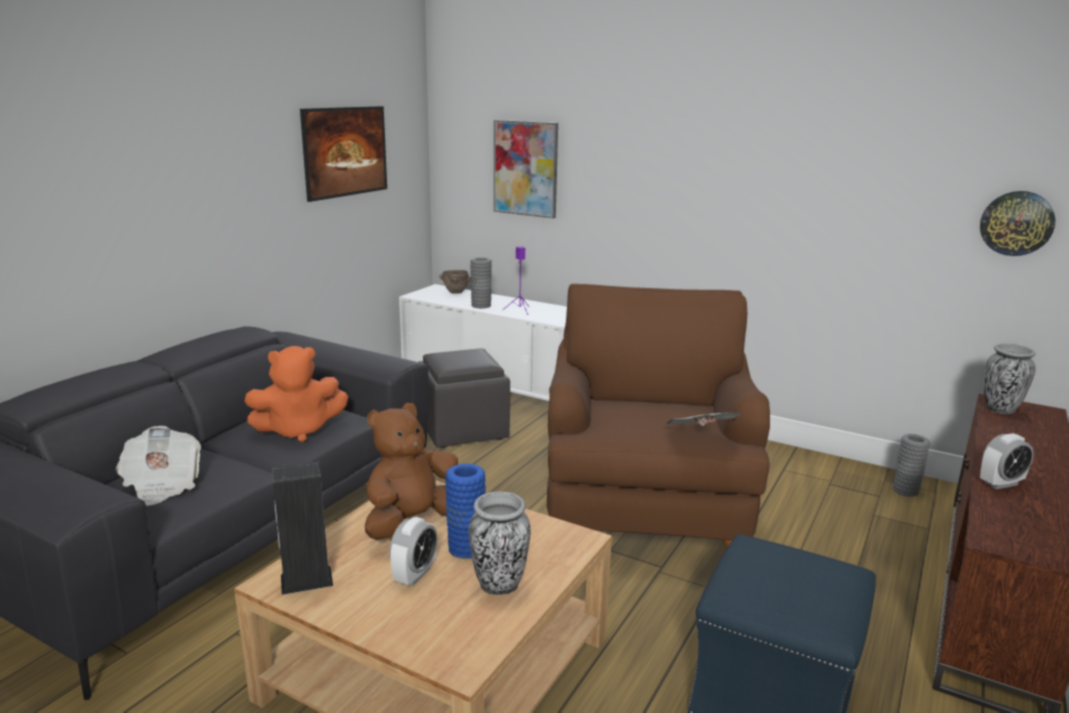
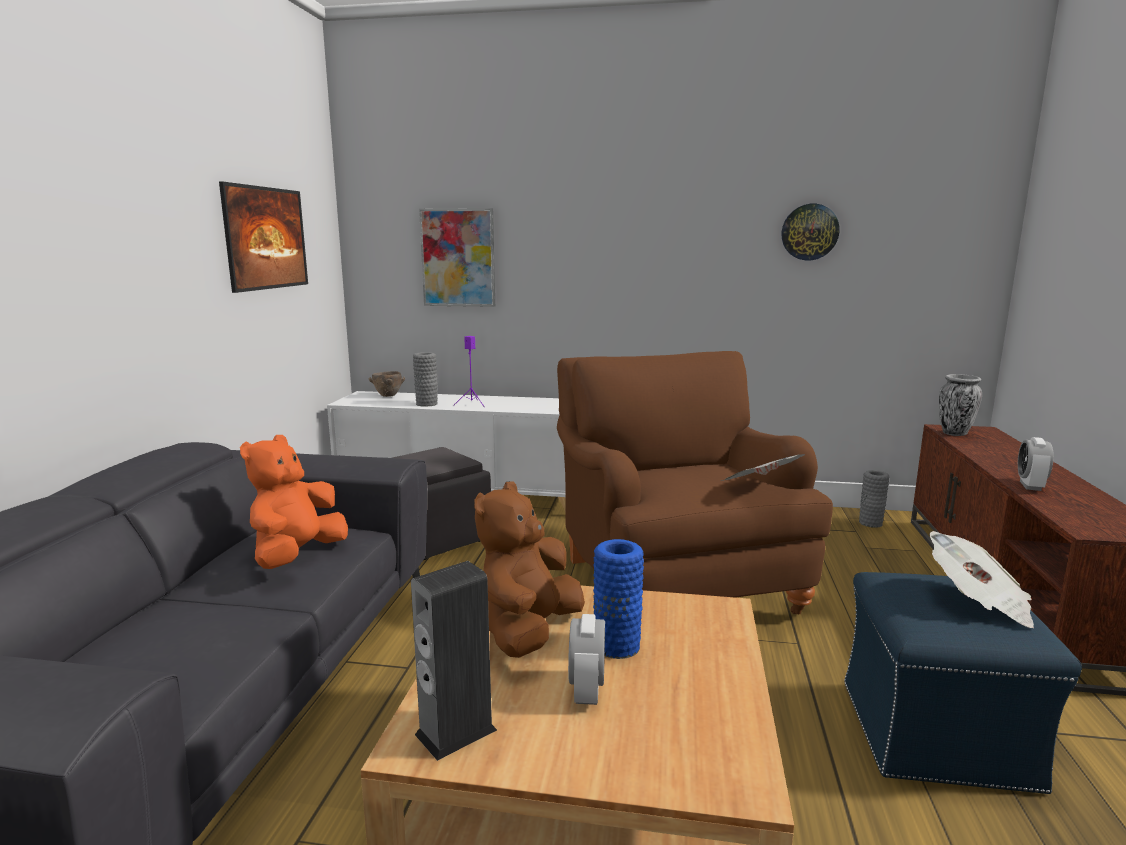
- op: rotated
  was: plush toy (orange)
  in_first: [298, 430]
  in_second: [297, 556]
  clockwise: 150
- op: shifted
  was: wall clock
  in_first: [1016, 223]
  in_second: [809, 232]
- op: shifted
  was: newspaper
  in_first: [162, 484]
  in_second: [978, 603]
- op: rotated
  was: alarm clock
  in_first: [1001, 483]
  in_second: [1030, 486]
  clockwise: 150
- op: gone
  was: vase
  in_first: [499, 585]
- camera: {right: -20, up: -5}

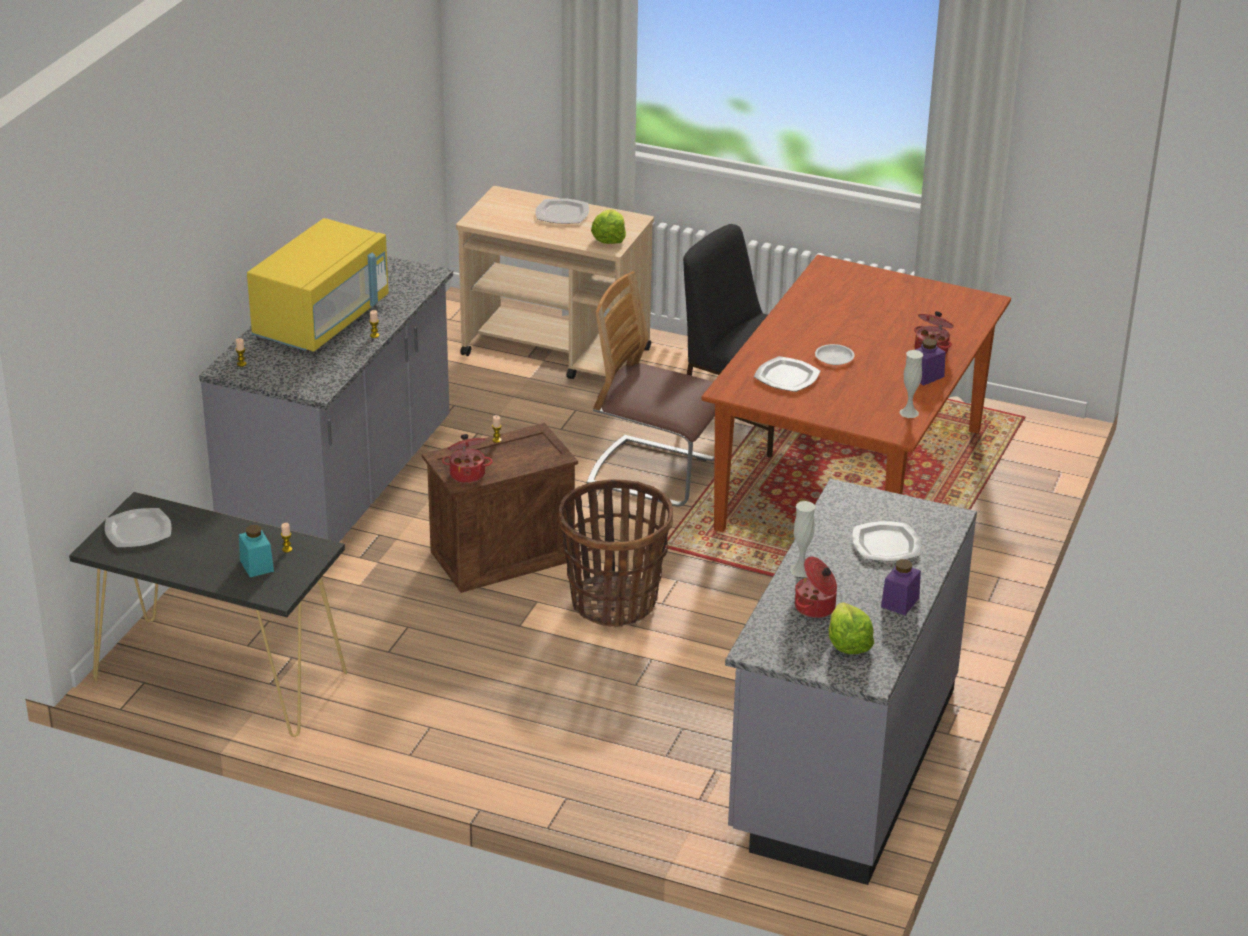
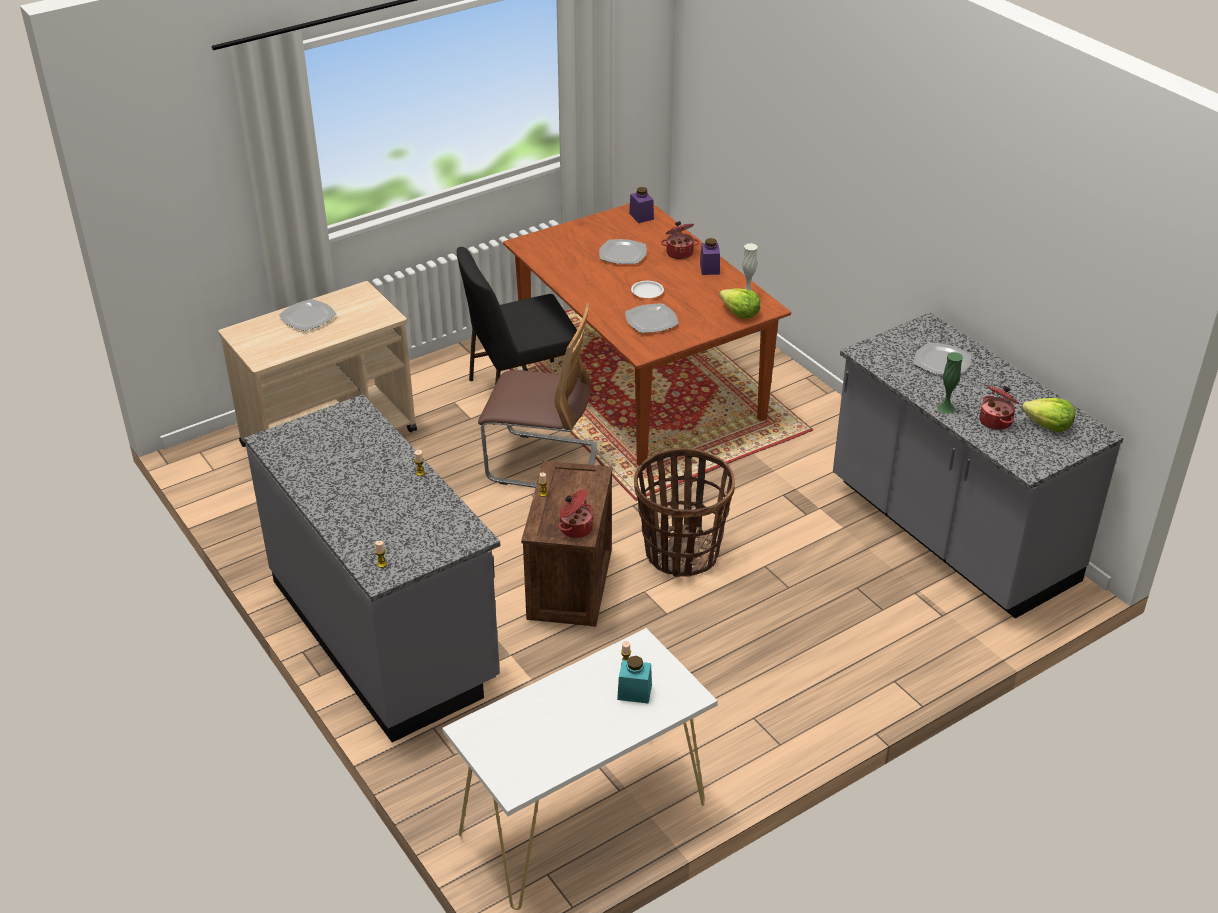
- op: repainted
  was: console table (black)
  now: console table (white)
  in_first: [219, 676]
  in_second: [582, 819]
- op: rotated
  was: chair
  in_first: [654, 473]
  in_second: [542, 463]
  clockwise: -135
- op: shifted
  was: plate
  in_first: [138, 531]
  in_second: [623, 254]
- op: shifted
  was: jar (purple)
  in_first: [900, 602]
  in_second: [641, 216]
- op: shifted
  was: lettuce
  in_first: [608, 238]
  in_second: [739, 313]
- op: repainted
  was: vase (white)
  now: vase (green)
  in_first: [801, 570]
  in_second: [946, 408]
- op: gone
  was: microwave (yellow)
  in_first: [322, 320]
- camera: {right: -55, up: 5}

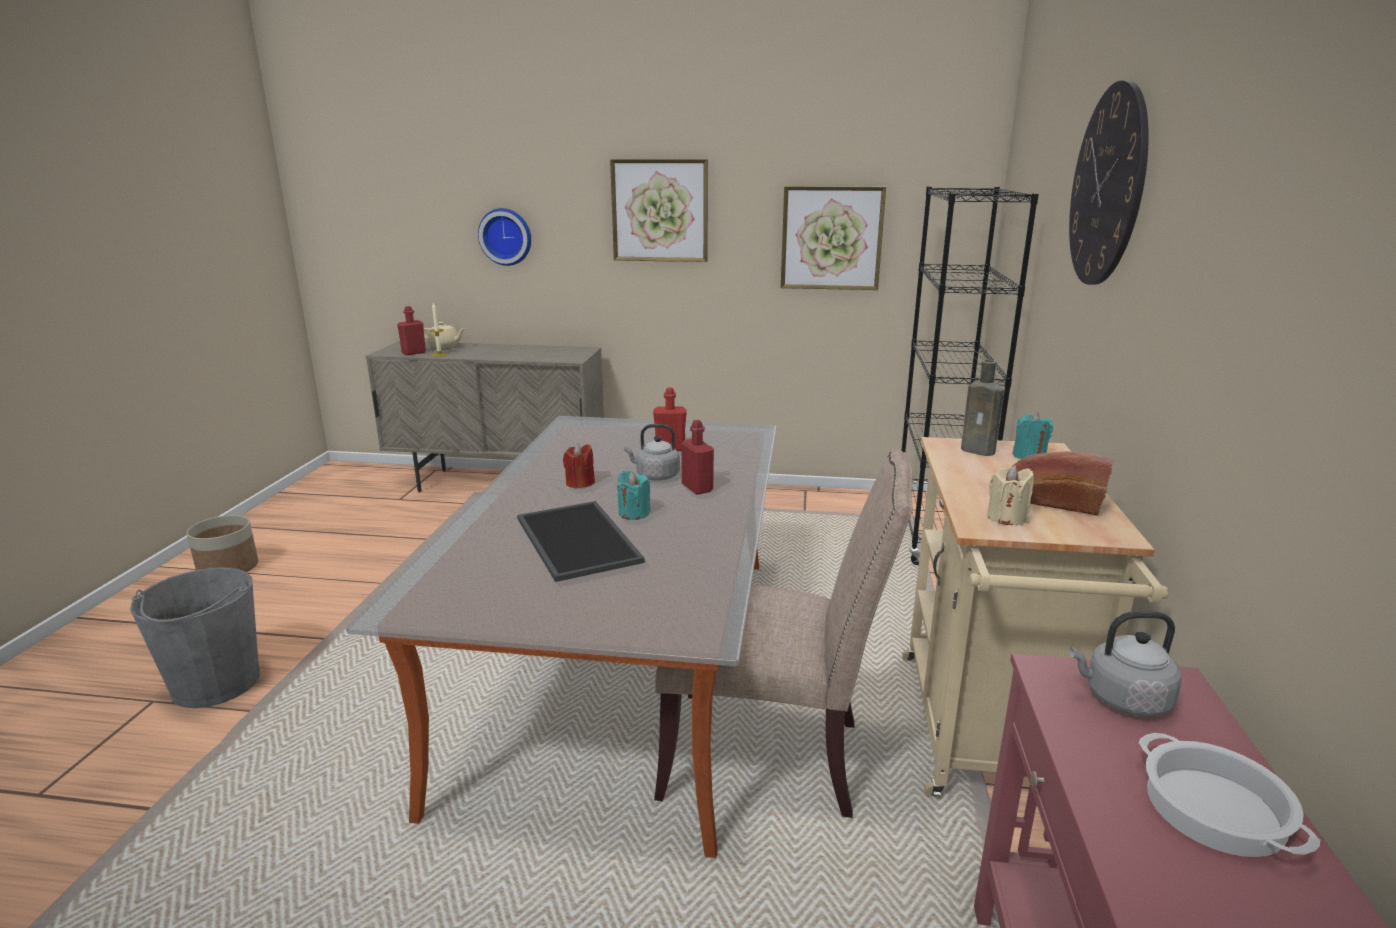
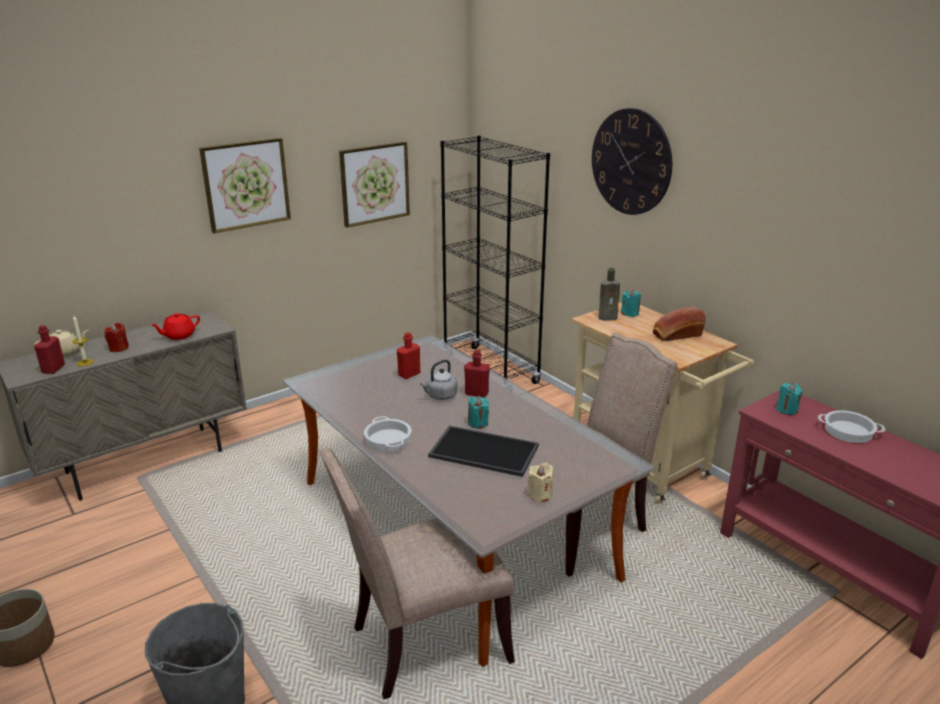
- op: shifted
  was: candle (red)
  in_first: [580, 483]
  in_second: [118, 348]
- op: new
  now: teapot (red)
  in_second: [178, 335]
- op: new
  now: chair (beige)
  in_second: [423, 644]
- op: new
  now: cooking pot
  in_second: [388, 439]
- op: shifted
  was: candle (beige)
  in_first: [1006, 518]
  in_second: [540, 495]
- op: swapped
  was: kettle (grey)
  now: candle (turquoise)
  in_first: [1122, 699]
  in_second: [786, 409]
- op: gone
  was: wall clock
  in_first: [506, 236]
- camera: {right: -45, up: 5}

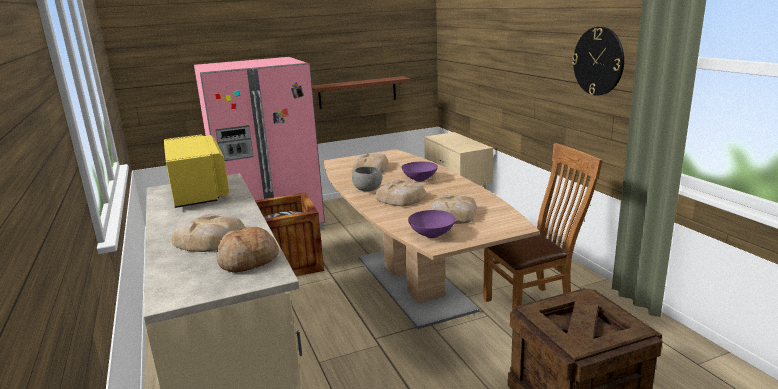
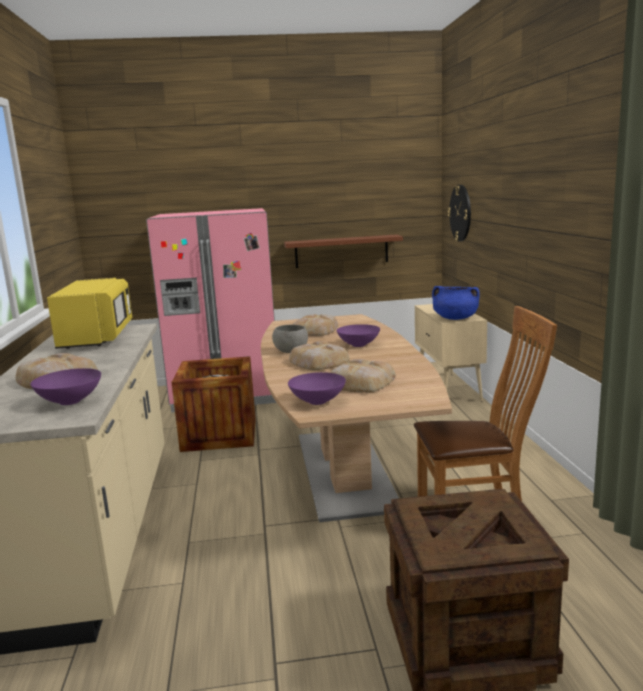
- op: swapped
  was: bread
  now: bowl (purple)
  in_first: [248, 261]
  in_second: [69, 402]
- op: new
  now: cooking pot (blue)
  in_second: [455, 318]
- op: shifted
  was: wall clock
  in_first: [598, 61]
  in_second: [460, 213]
- camera: {right: 15, up: -5}

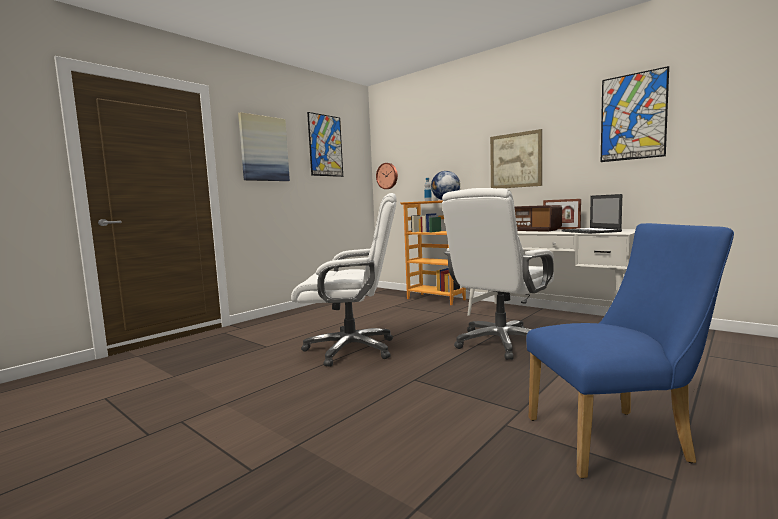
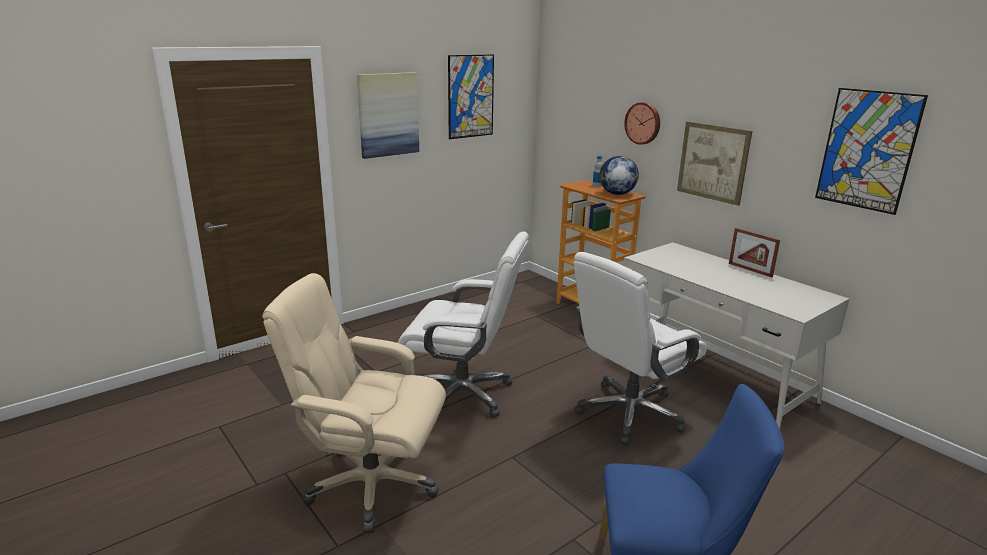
- op: new
  now: office chair (beige)
  in_second: [370, 484]
- op: shifted
  was: wall clock
  in_first: [387, 176]
  in_second: [643, 123]
- op: gone
  was: radio
  in_first: [535, 230]
- op: gone
  was: laptop
  in_first: [591, 231]
- camera: {right: 10, up: 15}

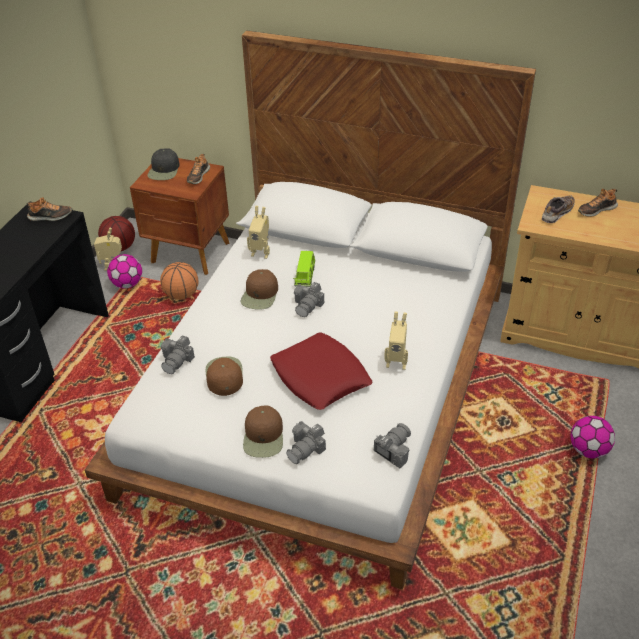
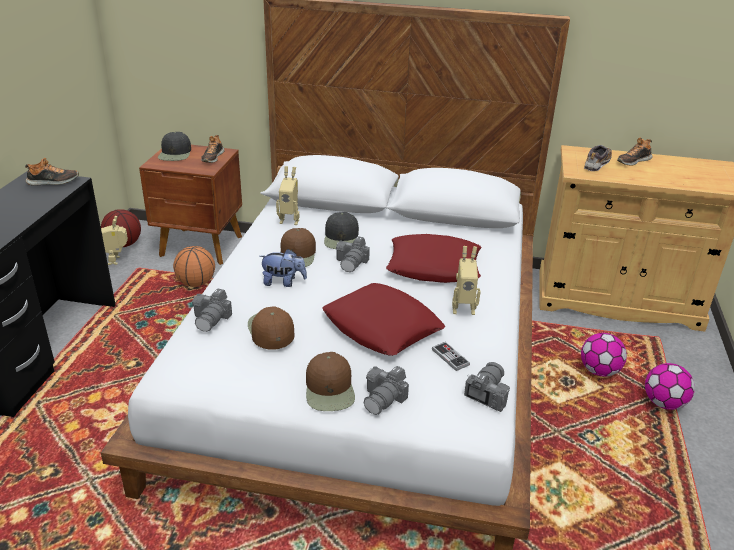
- op: new
  now: plush toy
  in_second: [283, 282]
- op: swapped
  was: toy car (green)
  now: cap (black)
  in_first: [305, 276]
  in_second: [342, 238]
- op: new
  now: pillow (red)
  in_second: [434, 266]
- op: new
  now: game controller
  in_second: [450, 357]
- op: shifted
  was: football
  in_first: [127, 284]
  in_second: [599, 371]
- camera: {right: -10, up: -10}

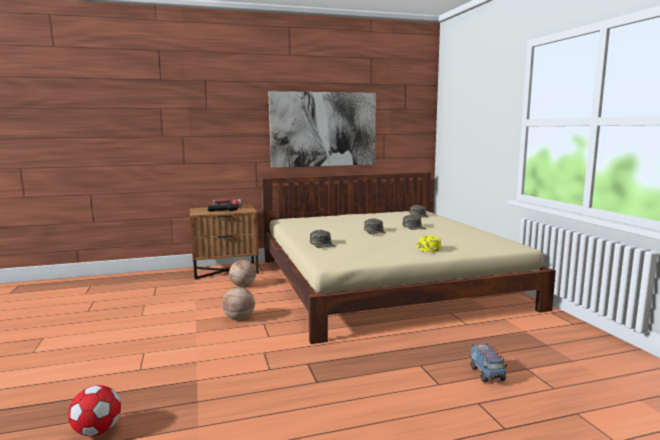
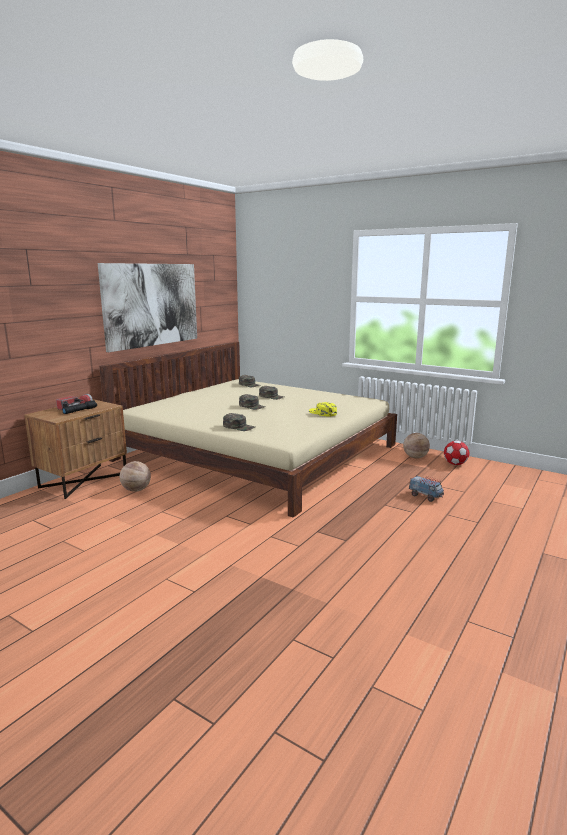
- op: shifted
  was: basketball
  in_first: [239, 318]
  in_second: [415, 457]
- op: shifted
  was: football
  in_first: [97, 431]
  in_second: [455, 464]
- camera: {right: -40, up: 5}

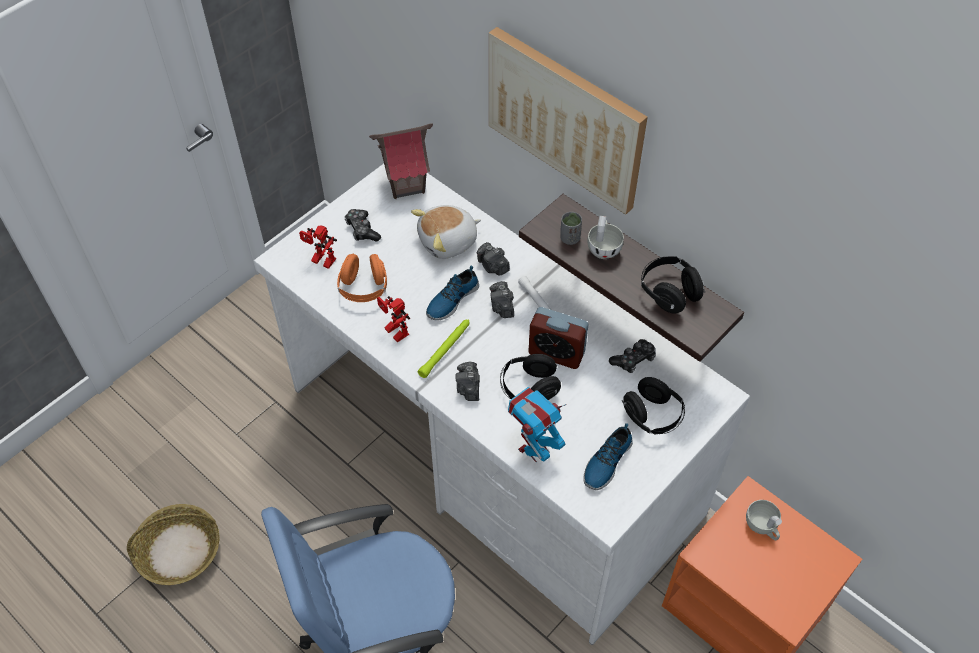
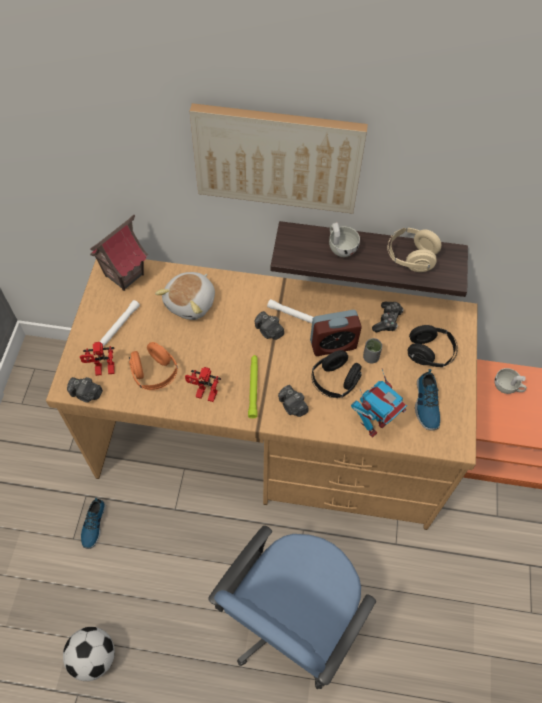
- op: repainted
  was: desk (white)
  now: desk (brown)
  in_first: [490, 453]
  in_second: [269, 440]
- op: swapped
  was: basket
  now: football
  in_first: [179, 551]
  in_second: [94, 657]
- op: shifted
  was: photo camera
  in_first: [492, 266]
  in_second: [86, 394]
- op: shifted
  was: shoe
  in_first: [451, 299]
  in_second: [93, 524]
- op: swapped
  was: game controller
  now: flashlight (white)
  in_first: [362, 230]
  in_second: [117, 328]
- op: rotated
  was: toy robot
  in_first: [534, 449]
  in_second: [373, 424]
  clockwise: -150
- op: shifted
  was: cup (grey)
  in_first: [570, 238]
  in_second: [370, 357]
- op: repainted
  was: headphones (black)
  now: headphones (beige)
  in_first: [669, 293]
  in_second: [410, 257]
- camera: {right: -35, up: 5}

